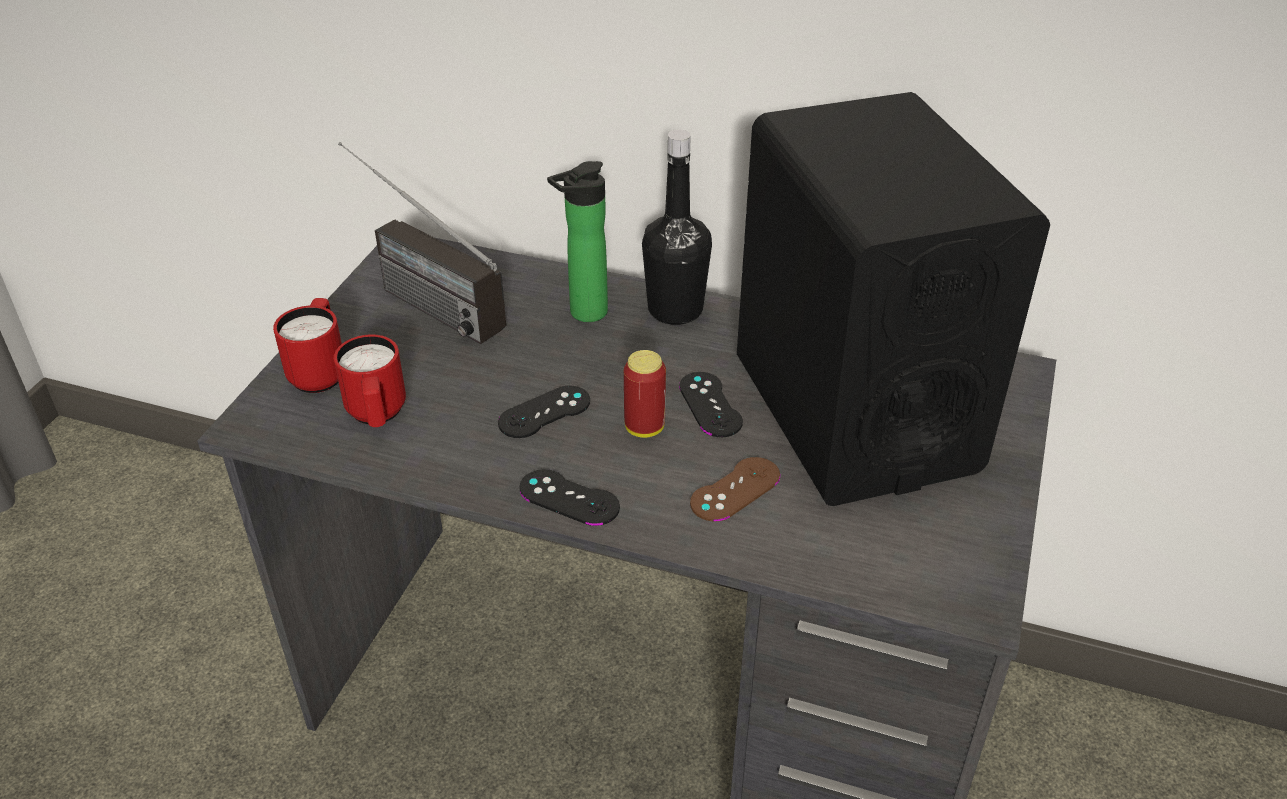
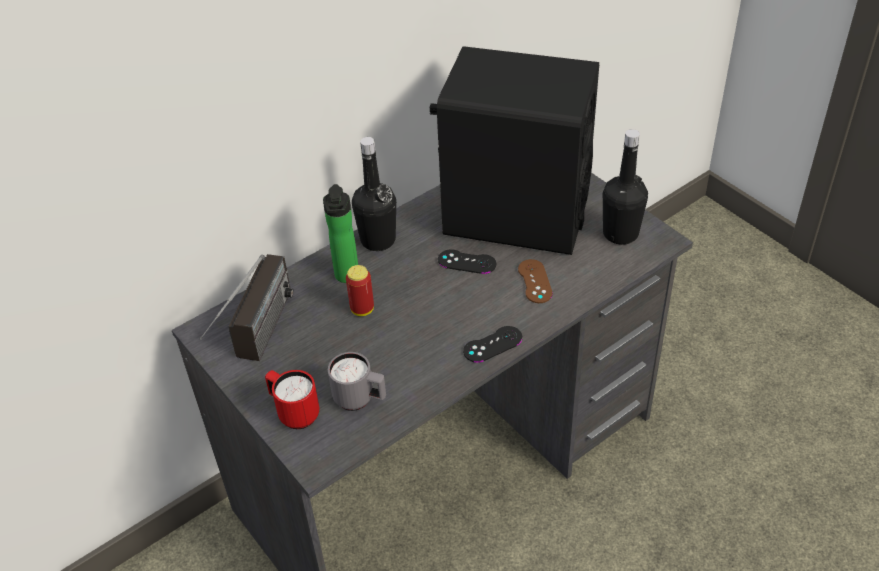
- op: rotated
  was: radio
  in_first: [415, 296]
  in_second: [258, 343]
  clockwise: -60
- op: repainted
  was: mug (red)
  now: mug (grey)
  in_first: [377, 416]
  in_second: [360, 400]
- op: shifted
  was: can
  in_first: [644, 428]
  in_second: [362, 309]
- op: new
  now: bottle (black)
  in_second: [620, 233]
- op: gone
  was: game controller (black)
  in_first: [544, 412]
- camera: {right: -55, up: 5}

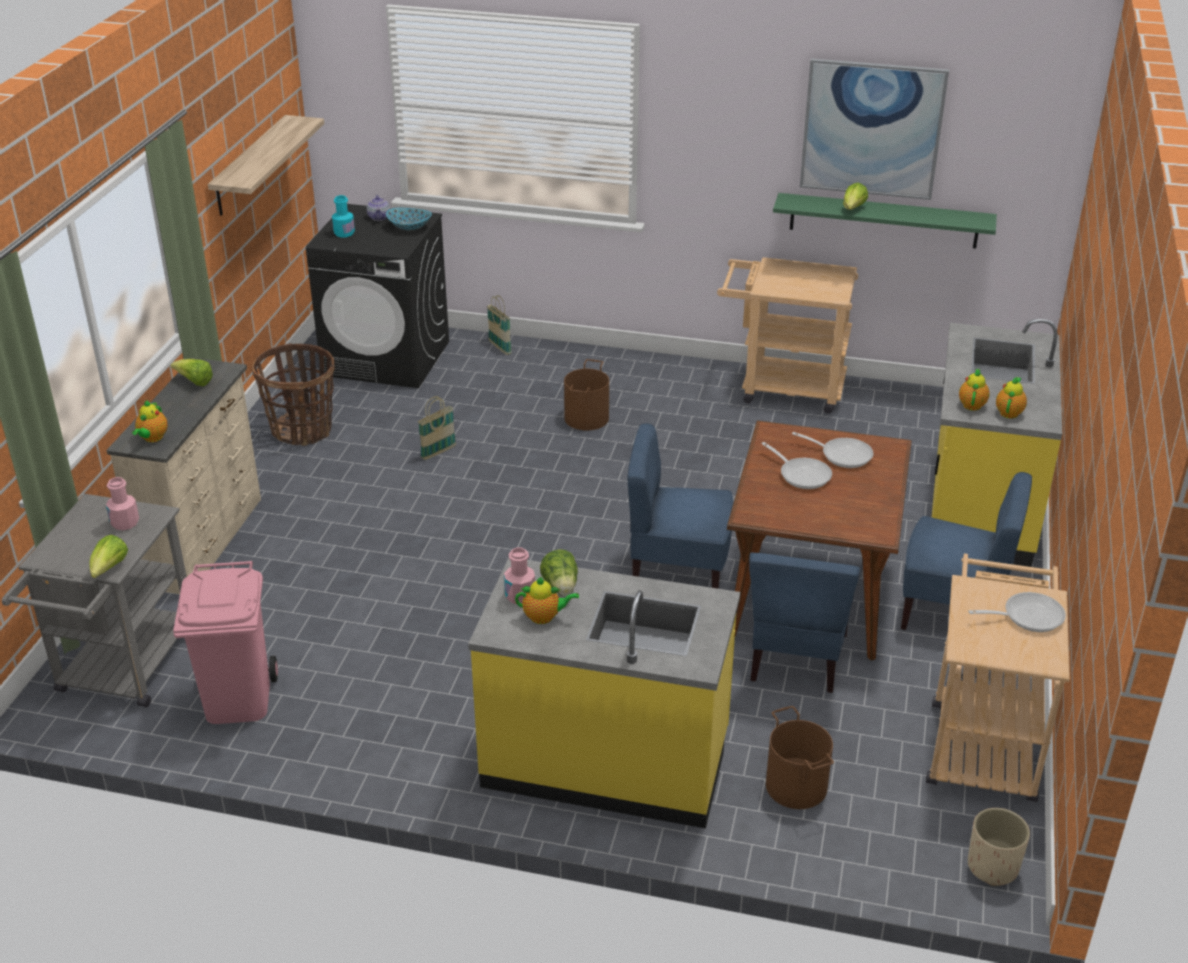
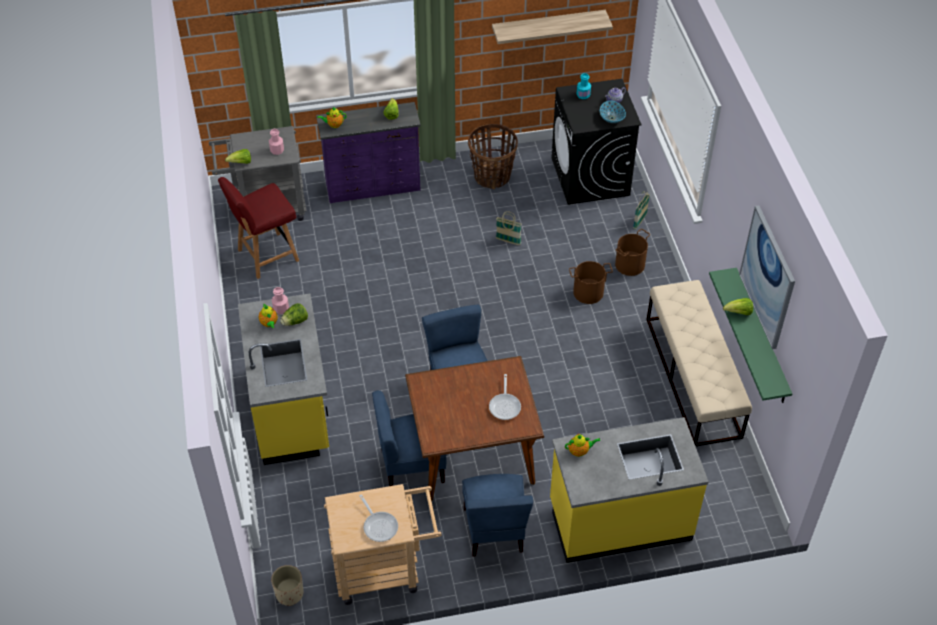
- op: swapped
  was: trash can (pink)
  now: chair (red)
  in_first: [236, 700]
  in_second: [266, 256]
- op: repainted
  was: dresser (beige)
  now: dresser (purple)
  in_first: [206, 541]
  in_second: [373, 187]
- op: shifted
  was: bucket (brown)
  in_first: [795, 786]
  in_second: [629, 264]
- op: swapped
  was: cart (beige)
  now: bench (beige)
  in_first: [782, 387]
  in_second: [693, 377]
- op: gone
  was: frying pan
  in_first: [802, 474]
- op: gone
  was: teapot
  in_first: [1009, 412]
- camera: {right: 65, up: 15}

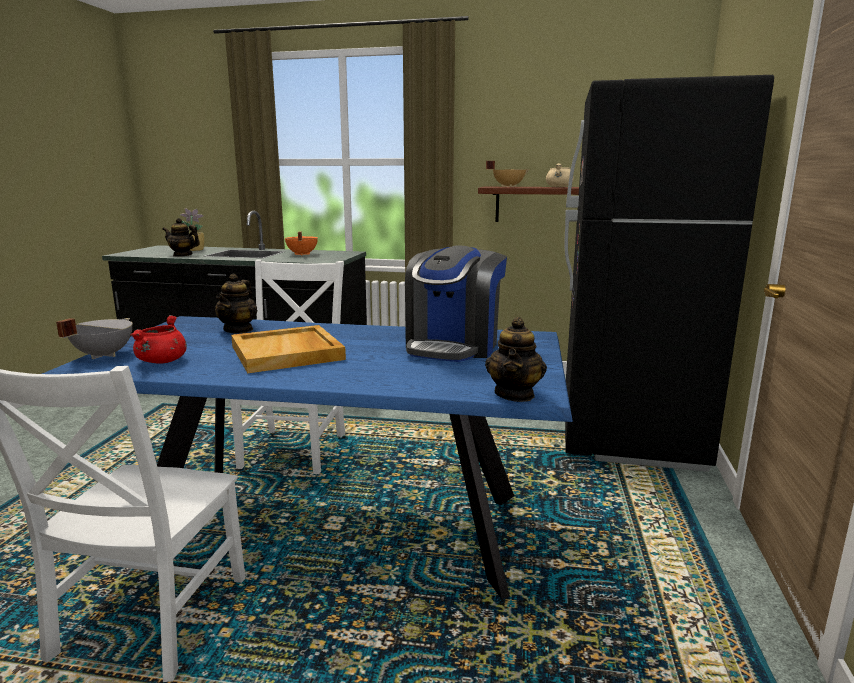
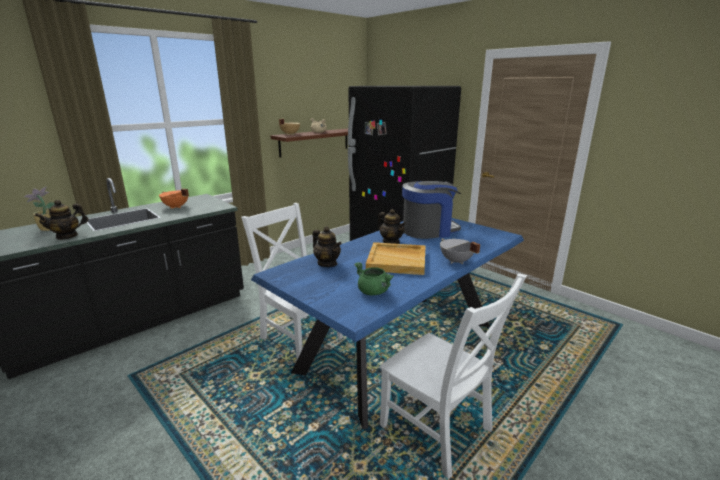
- op: repainted
  was: cooking pot (red)
  now: cooking pot (green)
  in_first: [162, 361]
  in_second: [374, 292]
- op: shifted
  was: teapot
  in_first: [515, 394]
  in_second: [391, 242]
- op: rotated
  was: coffee machine
  in_first: [453, 346]
  in_second: [428, 230]
  clockwise: -75
- op: shifted
  was: cooking pot (grey)
  in_first: [102, 355]
  in_second: [456, 261]
- camera: {right: -55, up: 5}

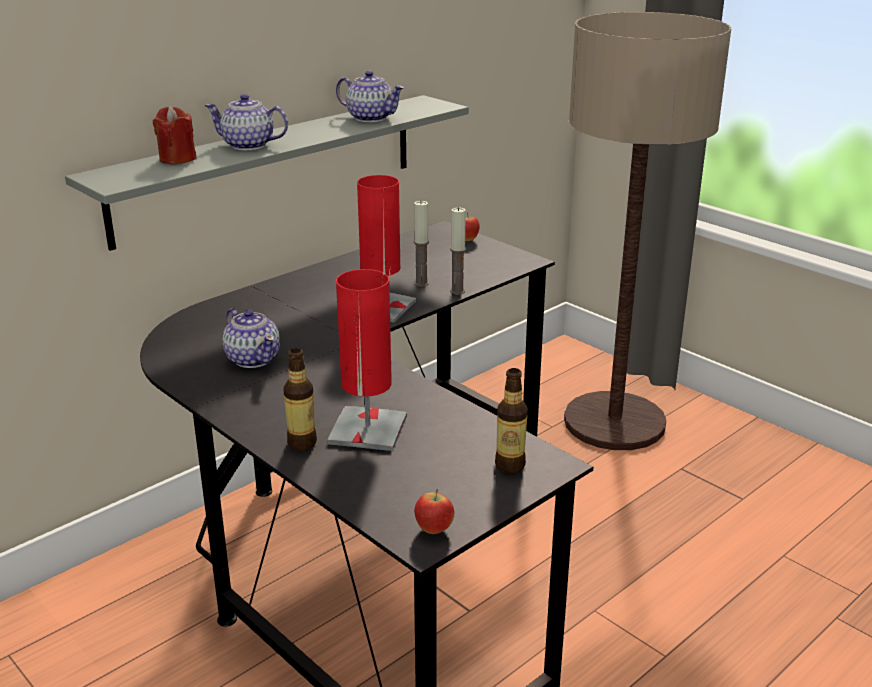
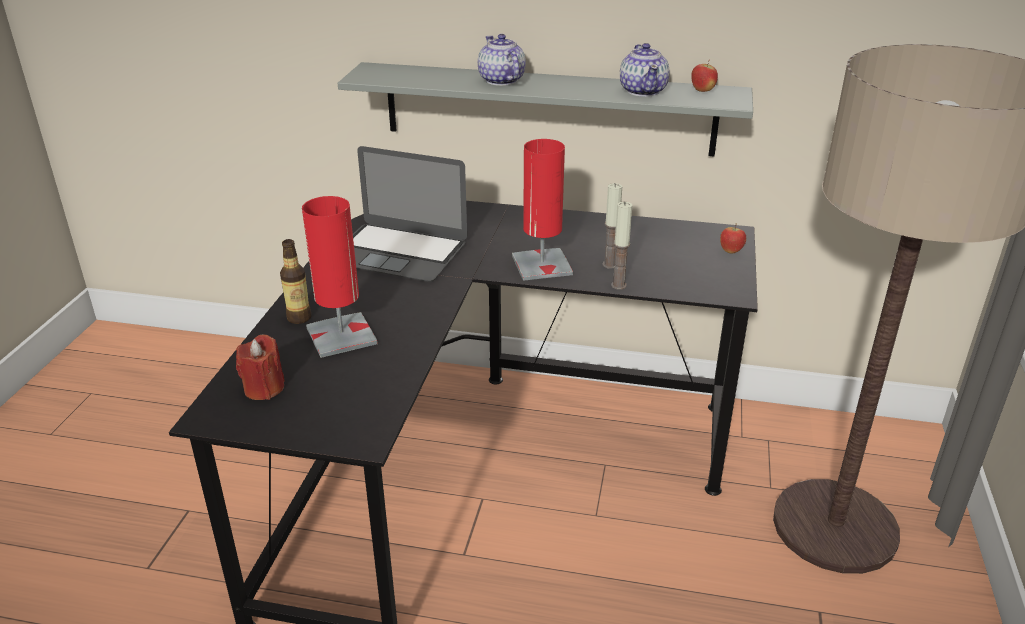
- op: shifted
  was: candle (red)
  in_first: [177, 159]
  in_second: [264, 388]
- op: swapped
  was: teapot
  now: laptop
  in_first: [253, 359]
  in_second: [398, 252]
- op: shifted
  was: apple
  in_first: [434, 530]
  in_second: [702, 91]
- op: gone
  was: bottle
  in_first: [510, 465]
- camera: {right: 55, up: 5}

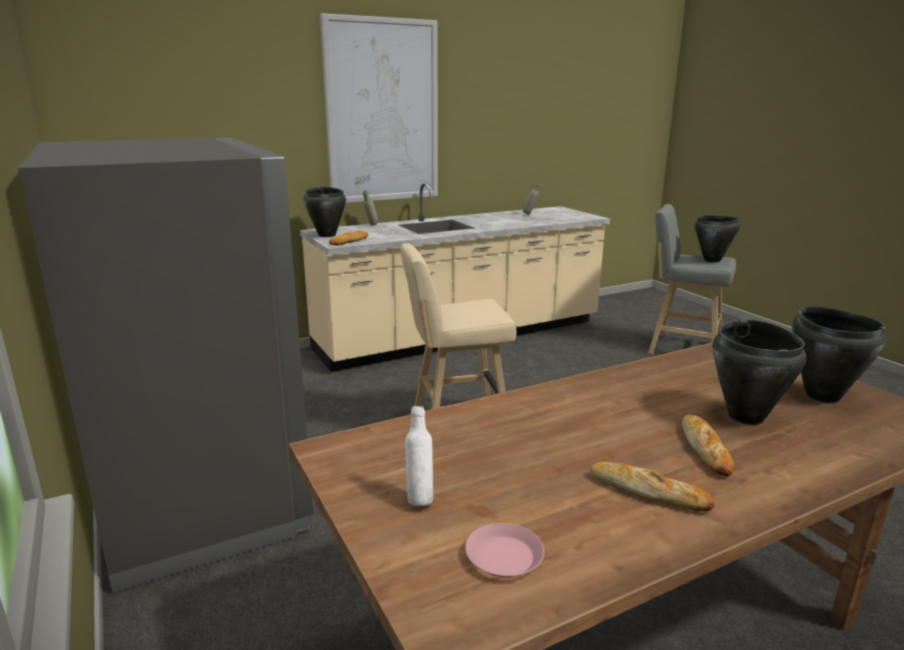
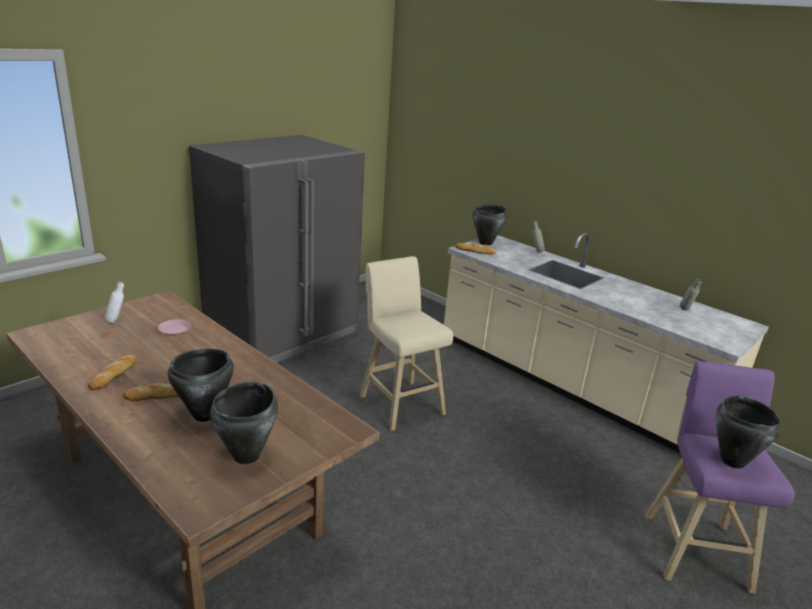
- op: shifted
  was: plate (pink)
  in_first: [503, 556]
  in_second: [174, 330]
- op: repainted
  was: stool (grey)
  now: stool (purple)
  in_first: [681, 348]
  in_second: [694, 547]
- op: gone
  was: picture
  in_first: [382, 112]
- camera: {right: 70, up: 5}

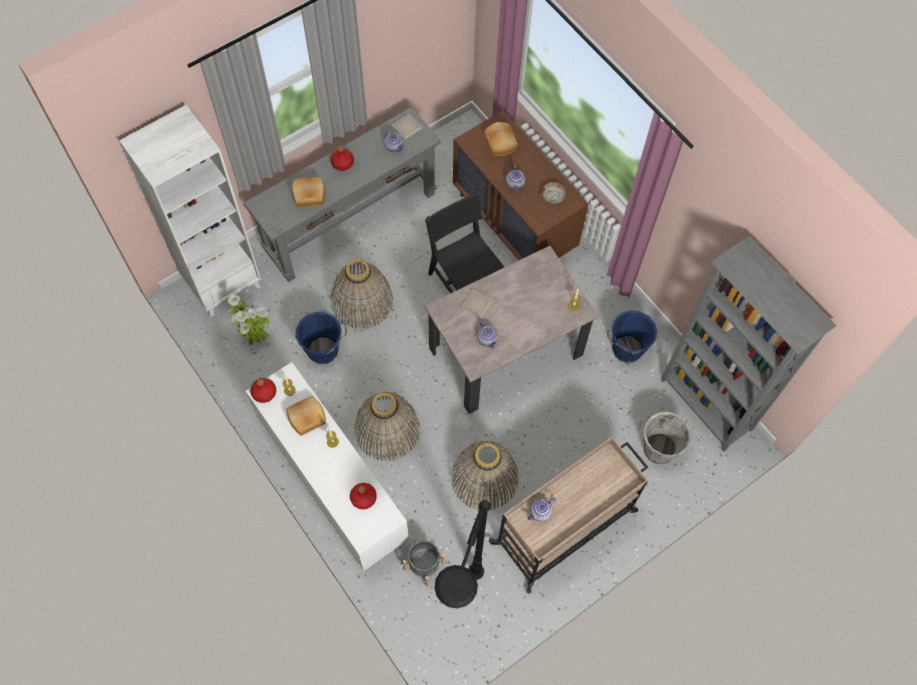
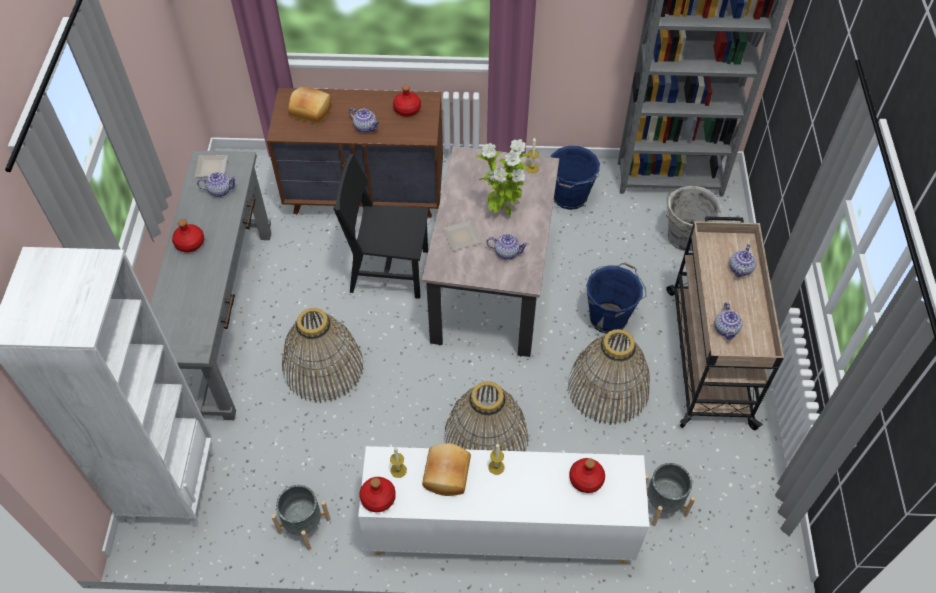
- op: new
  now: planter (grey)
  in_second: [304, 525]
- op: swapped
  was: plate
  now: bottle (red)
  in_first: [553, 196]
  in_second: [407, 109]
- op: shifted
  was: potted plant
  in_first: [255, 338]
  in_second: [503, 211]
- op: shifted
  was: bucket (blue)
  in_first: [324, 350]
  in_second: [609, 317]
- op: new
  now: teapot
  in_second: [740, 269]
- op: gone
  was: bread
  in_first: [309, 196]
- op: gone
  was: floor lamp (black)
  in_first: [459, 620]
- camera: {right: -50, up: -10}

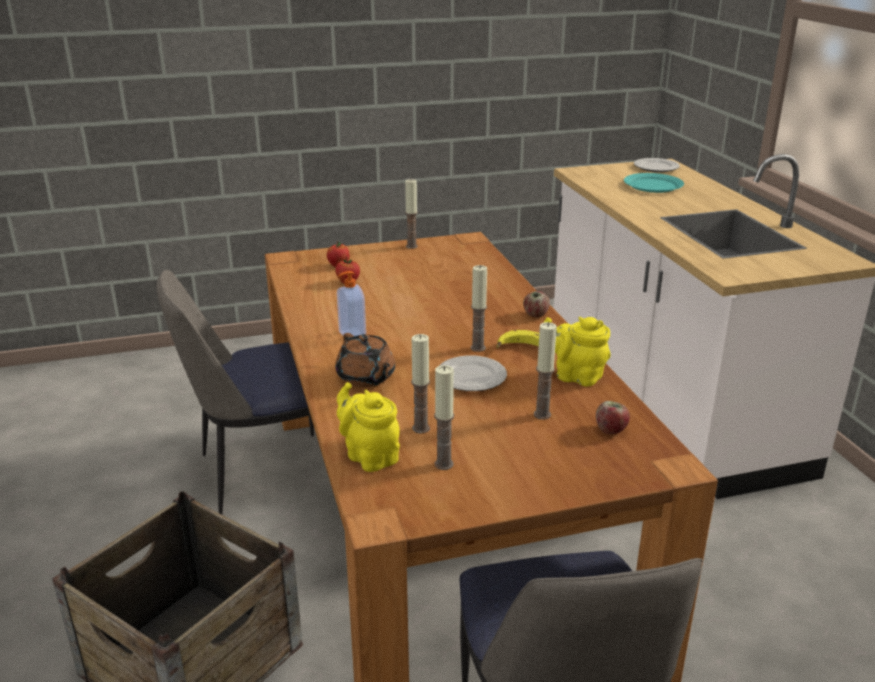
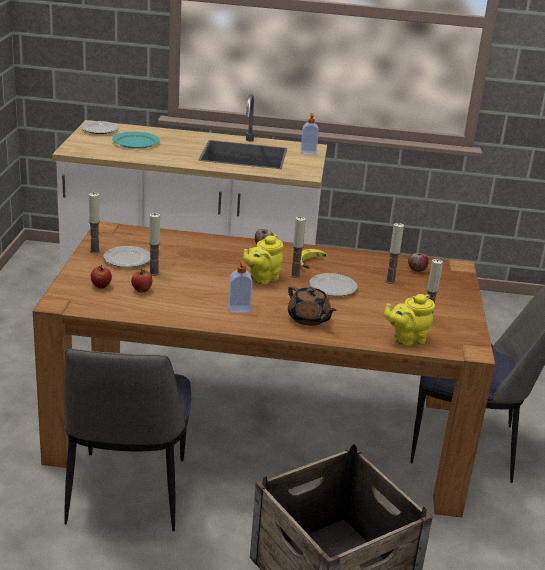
- op: new
  now: plate
  in_second: [127, 259]
- op: shifted
  was: candle
  in_first: [421, 428]
  in_second: [154, 273]
- op: shifted
  was: teapot (yellow)
  in_first: [575, 376]
  in_second: [262, 279]
- op: rotated
  was: teapot (brown)
  in_first: [366, 378]
  in_second: [309, 319]
  clockwise: 60
- op: new
  now: soap dispenser
  in_second: [308, 152]
- camera: {right: -70, up: 0}

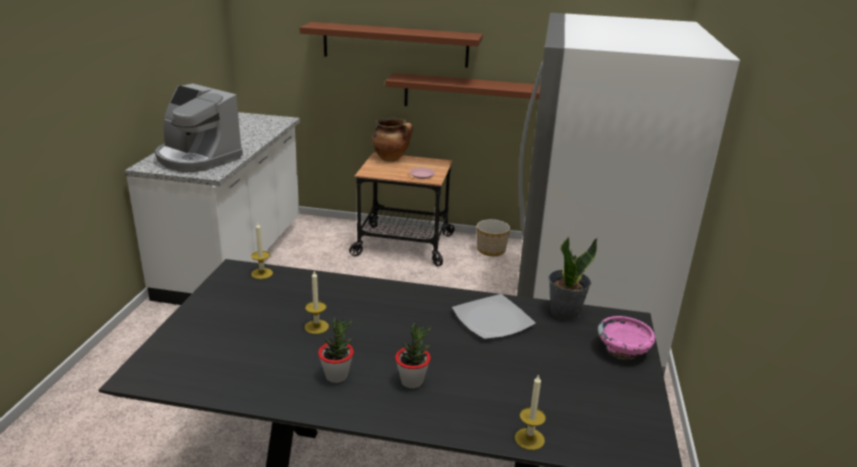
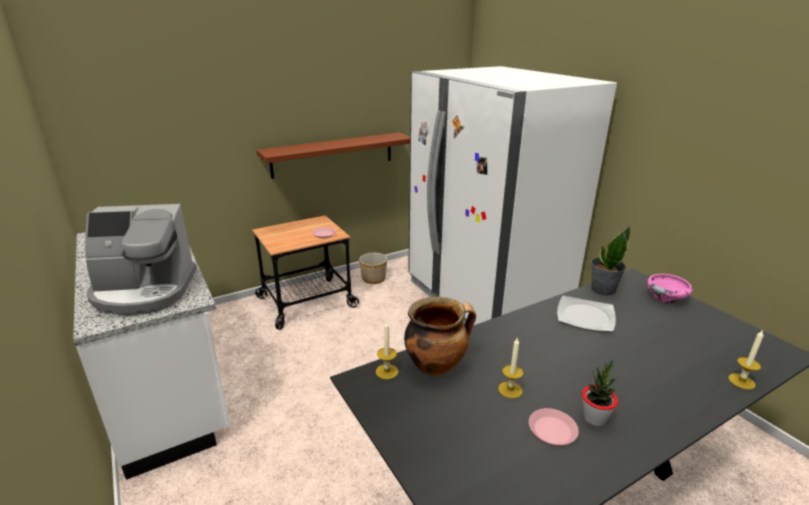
- op: shifted
  was: cooking pot
  in_first: [391, 159]
  in_second: [436, 365]
- op: new
  now: plate (pink)
  in_second: [552, 430]
- op: gone
  was: shelf (brown)
  in_first: [395, 44]
- op: gone
  was: potted plant
  in_first: [412, 381]
- camera: {right: -40, up: 0}

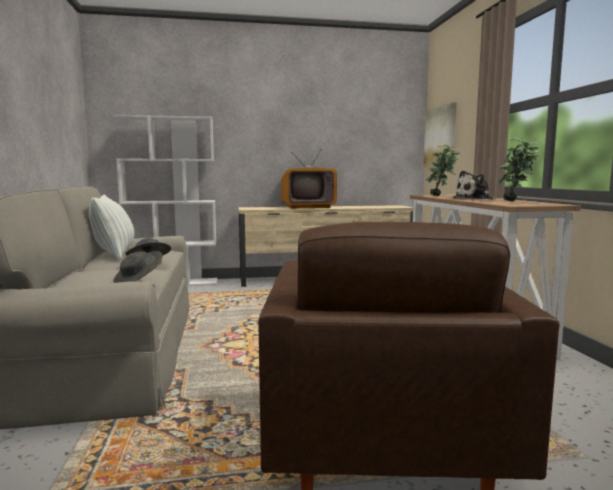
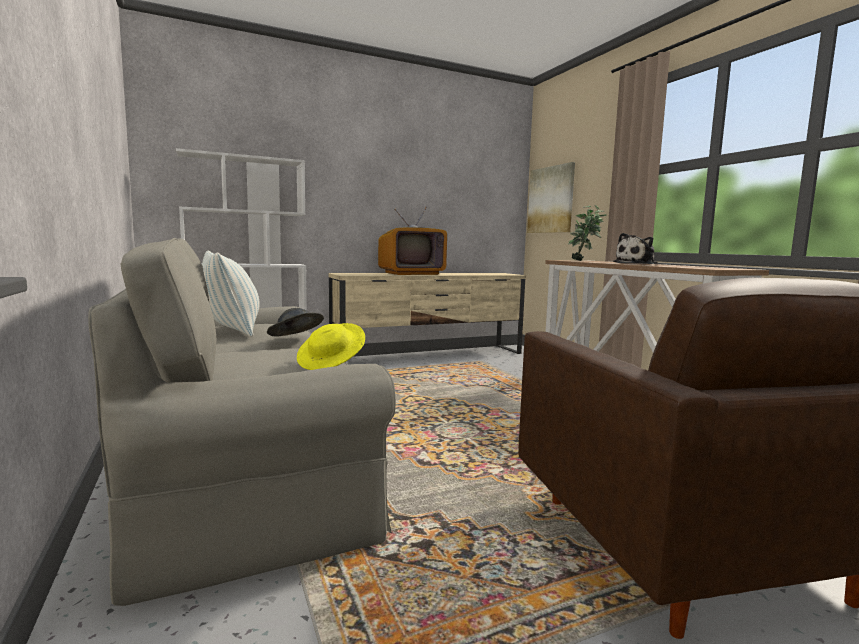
- op: repainted
  was: hat (grey)
  now: hat (yellow)
  in_first: [139, 281]
  in_second: [331, 363]
- op: gone
  was: potted plant
  in_first: [516, 201]
- camera: {right: -15, up: 0}

